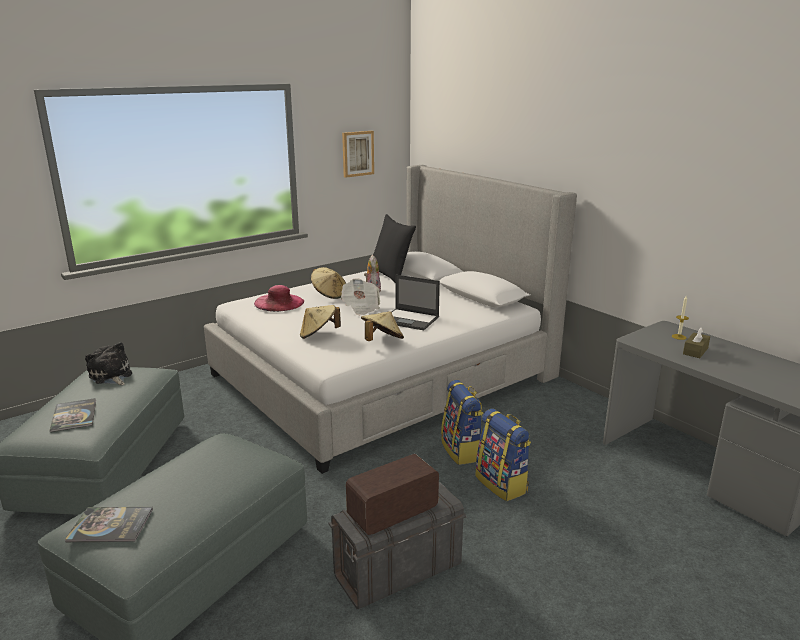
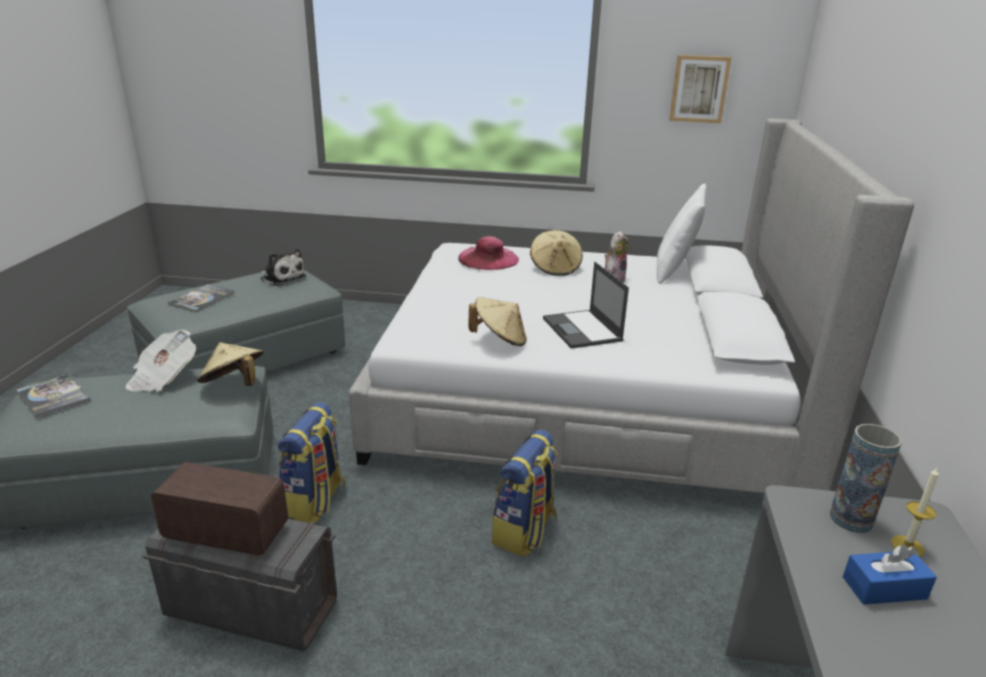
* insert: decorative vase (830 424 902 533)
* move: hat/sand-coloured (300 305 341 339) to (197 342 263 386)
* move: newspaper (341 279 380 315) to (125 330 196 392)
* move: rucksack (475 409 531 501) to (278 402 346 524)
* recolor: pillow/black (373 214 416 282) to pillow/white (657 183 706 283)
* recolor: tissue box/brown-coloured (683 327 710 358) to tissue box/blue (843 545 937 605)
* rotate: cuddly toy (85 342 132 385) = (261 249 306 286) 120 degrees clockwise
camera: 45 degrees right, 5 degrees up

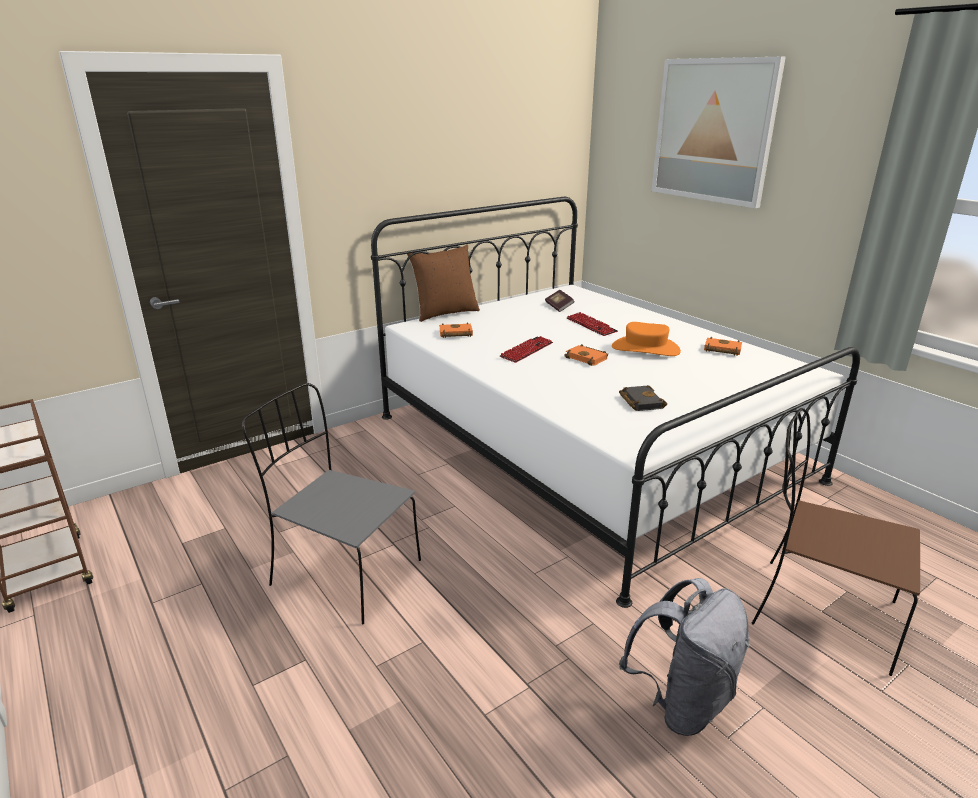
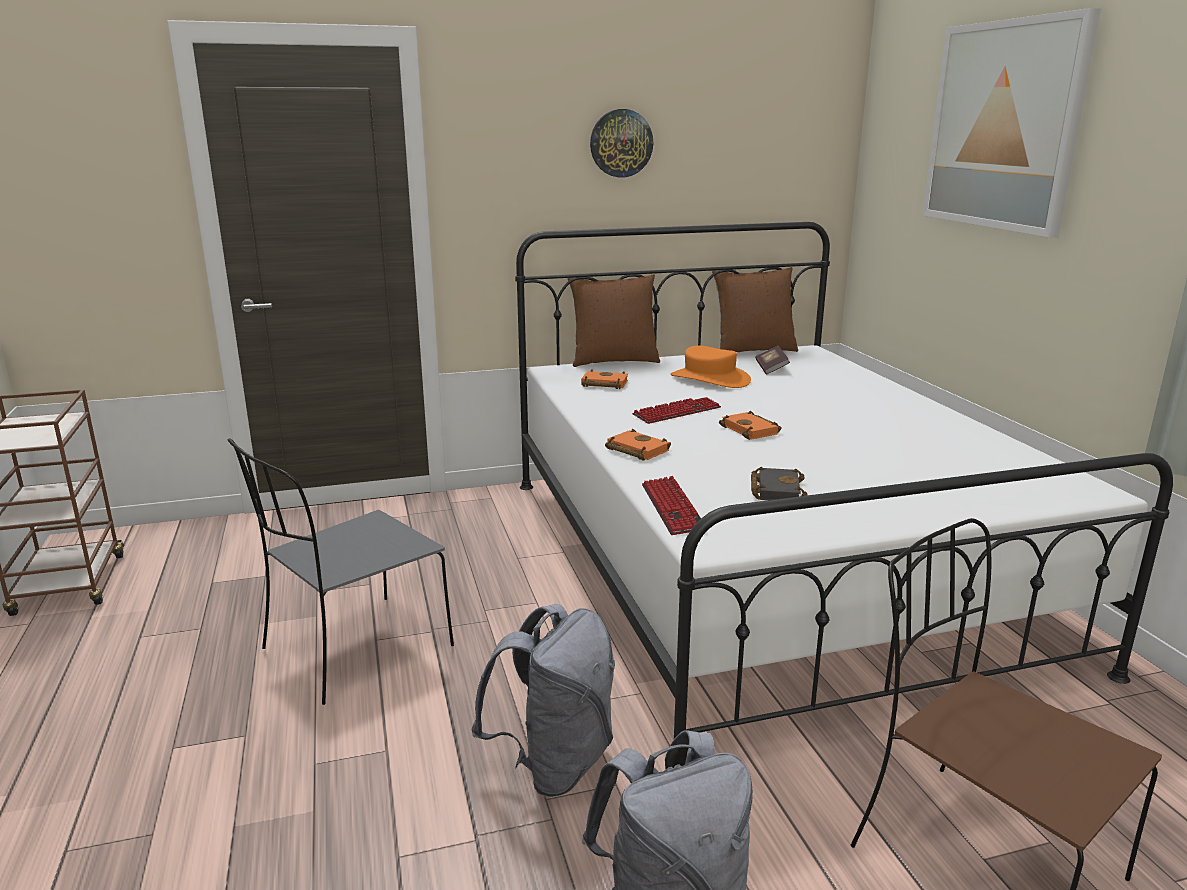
* insert: rucksack/gray (471 604 615 797)
* insert: wall clock (590 109 653 178)
* insert: pillow/brown-coloured (712 267 798 352)
* move: PC keyboard (567 312 618 336) to (642 476 701 535)
* move: hat/orangey (612 322 681 356) to (671 346 751 388)
* move: bound book/orangey (704 336 742 356) to (605 429 671 461)
* rotate: upright chair/gray (242 383 421 624) = (228 438 454 705) 90 degrees counterclockwise
camera: 20 degrees right, 5 degrees down

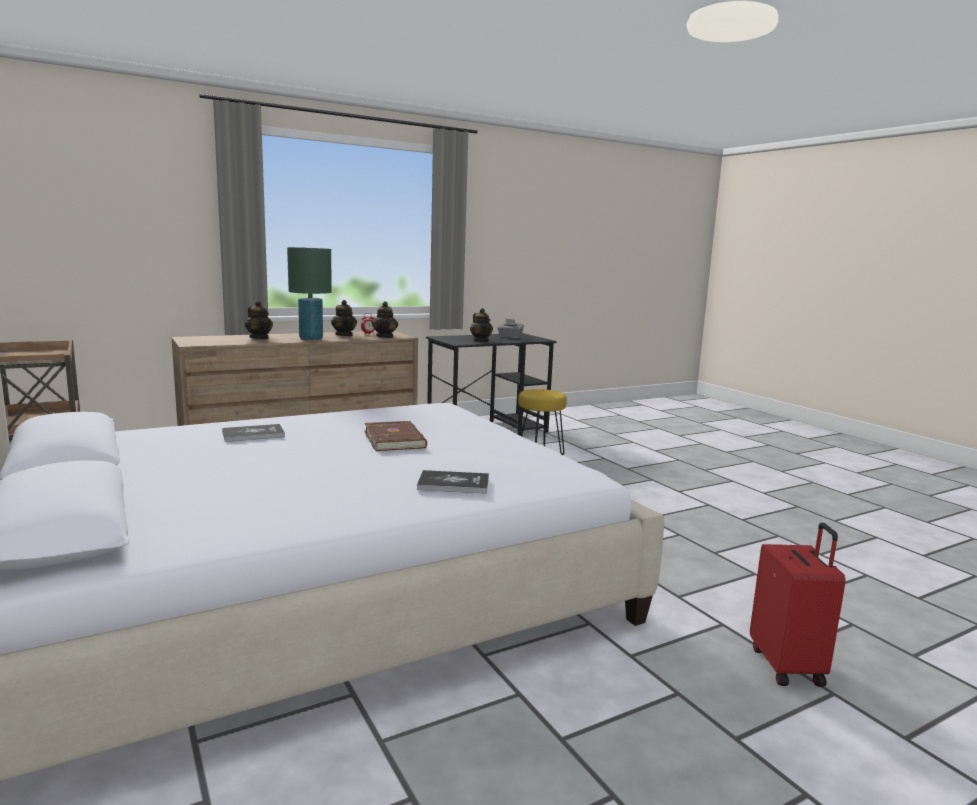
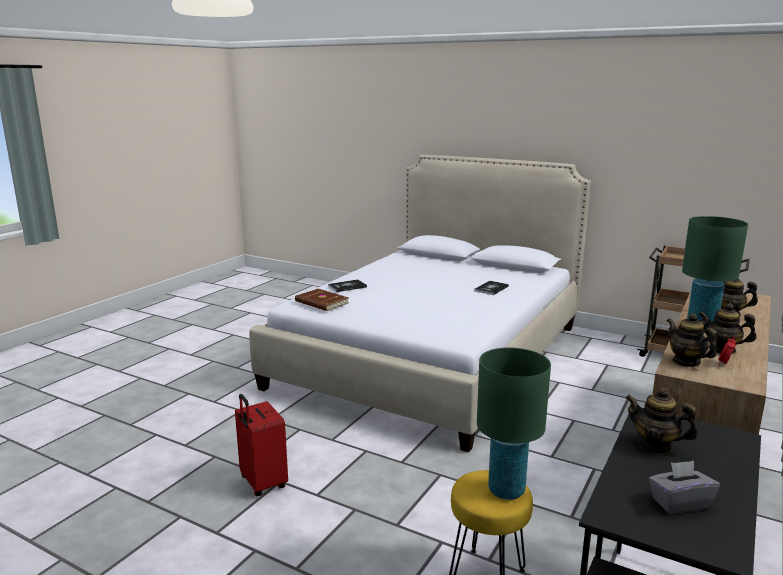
* insert: table lamp/greenish (477 347 551 500)
* move: bound book/brown-coloured (364 421 427 451) to (295 289 348 311)
* move: suitcase/red (750 523 846 687) to (235 394 288 496)
camera: 150 degrees right, 5 degrees up

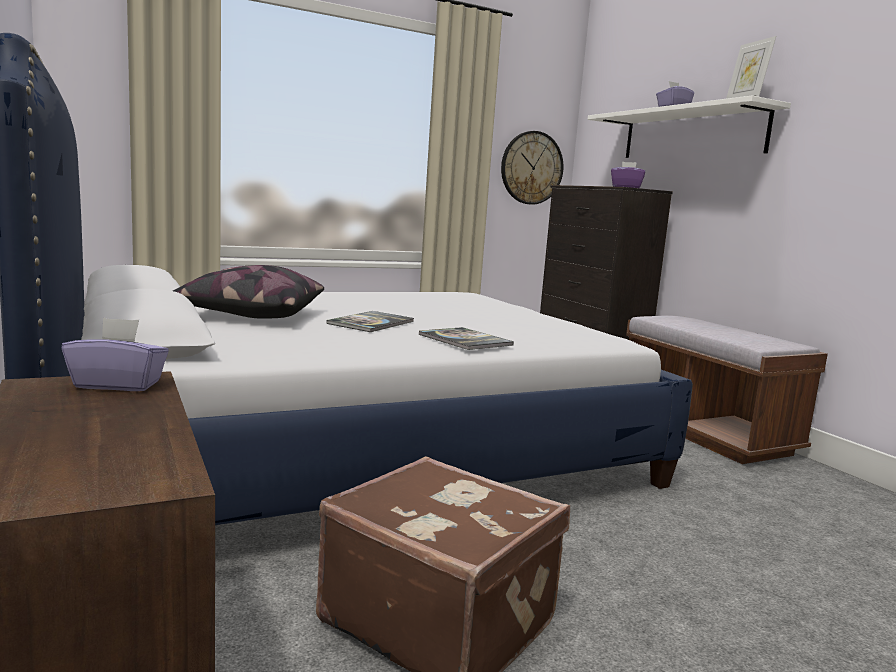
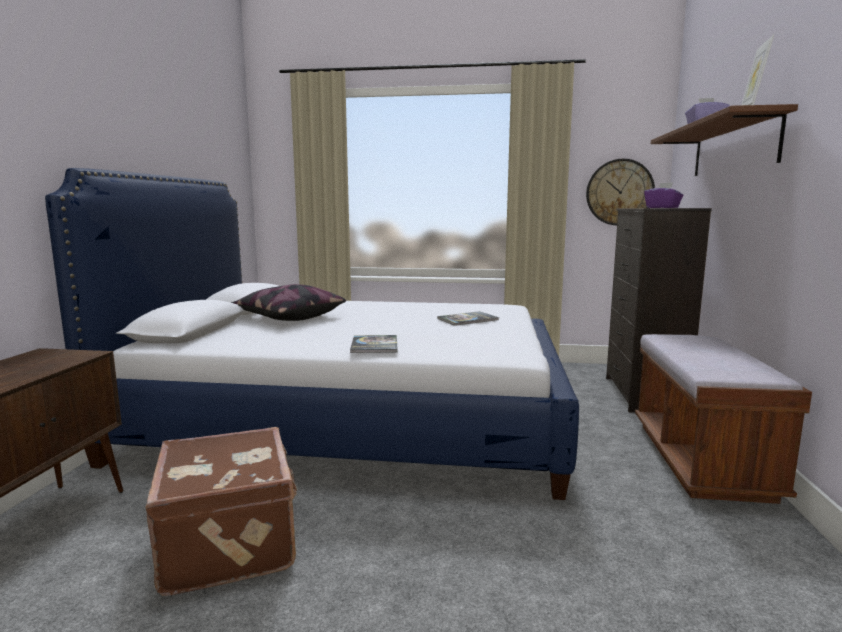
* delete: tissue box/purple-coloured (62 317 169 391)
* move: bound book (327 311 414 332) to (437 311 499 326)
* recolor: shelf/white (588 96 791 158) to shelf/brown-coloured (651 104 798 176)
camera: 35 degrees right, 0 degrees up

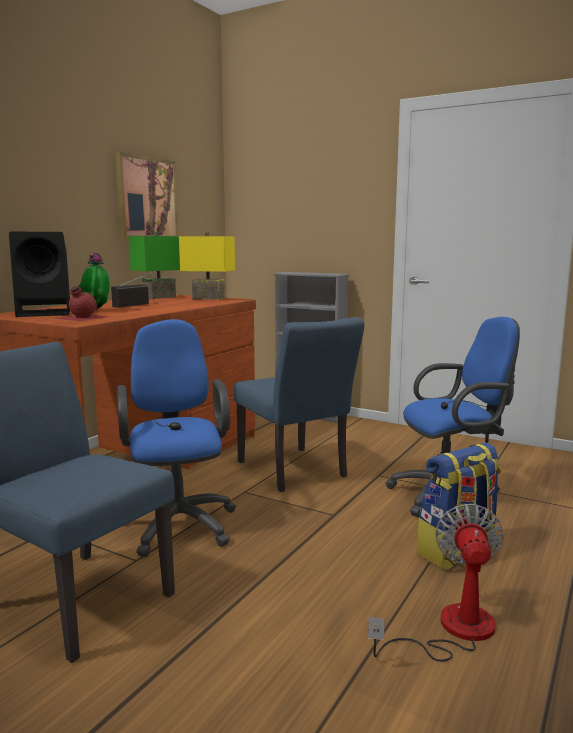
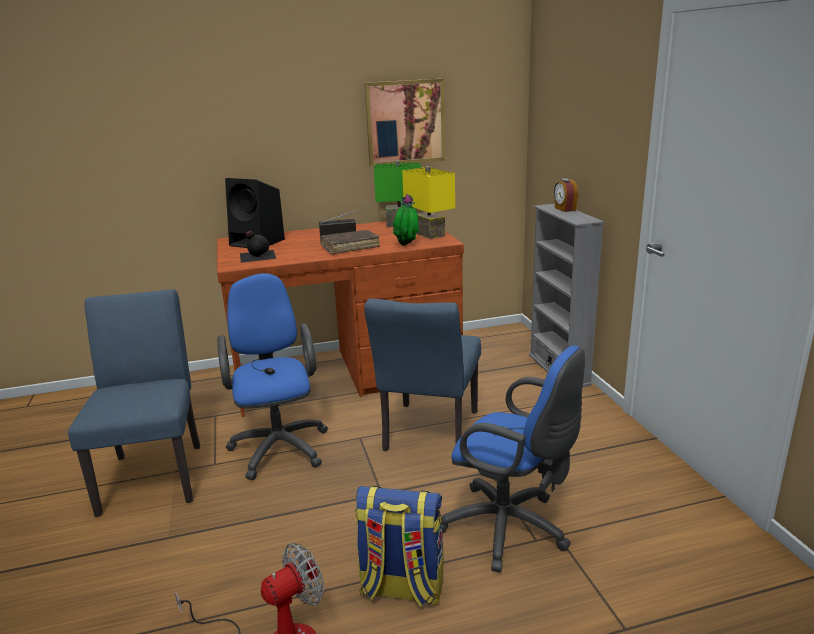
* insert: bound book/brown-coloured (320 230 380 254)
* insert: table clock (554 178 578 212)
* move: plant in a pot (78 252 110 309) to (393 194 419 246)
* recolor: drink bottle/red (52 286 110 321) to drink bottle/black (240 231 276 263)
* rotate: computer chair/blue (117 319 236 557) = (217 273 328 480) 45 degrees counterclockwise
camera: 45 degrees right, 10 degrees up

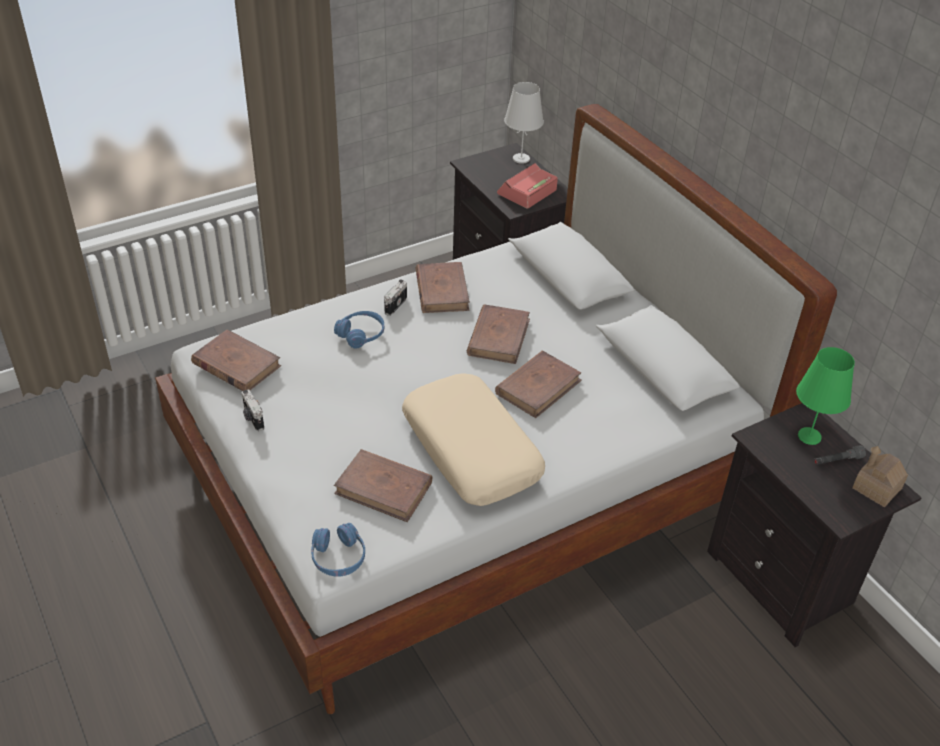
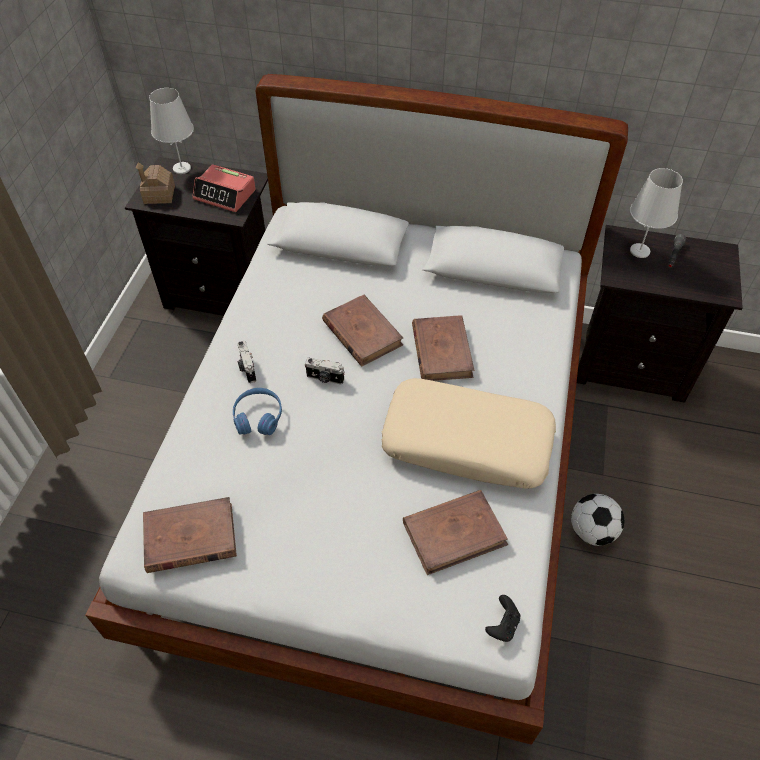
* delete: bound book/brown-coloured (416 262 470 313)
* insert: ball for football (571 494 624 546)
* move: photo camera (242 390 264 431) to (305 358 345 385)
* move: toy house (852 446 908 507) to (136 162 175 204)
* replace: pair of headphones/blue (311 523 365 577) to joypad/black (485 595 521 642)
* recolor: table lamp/greenish (796 347 855 445) to table lamp/white (630 168 683 258)
* rotate: table clock (497 163 558 209) = (192 164 256 212) 60 degrees counterclockwise
camera: 45 degrees left, 10 degrees up

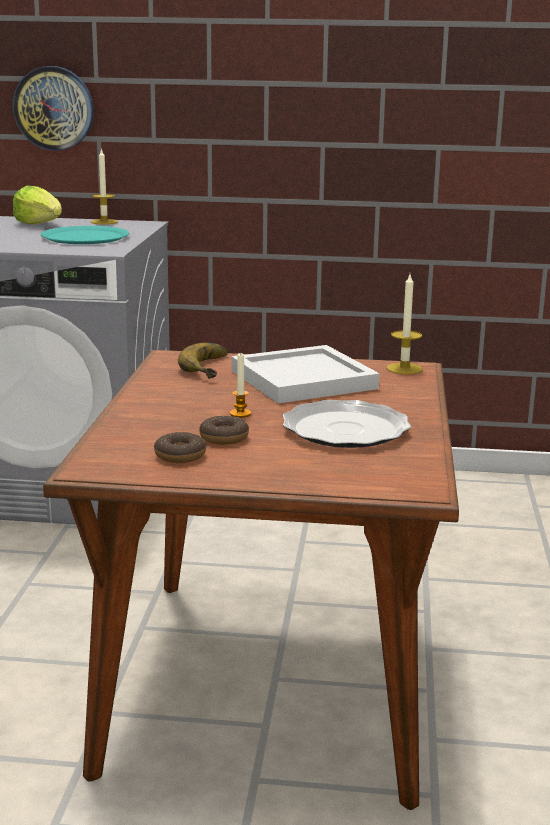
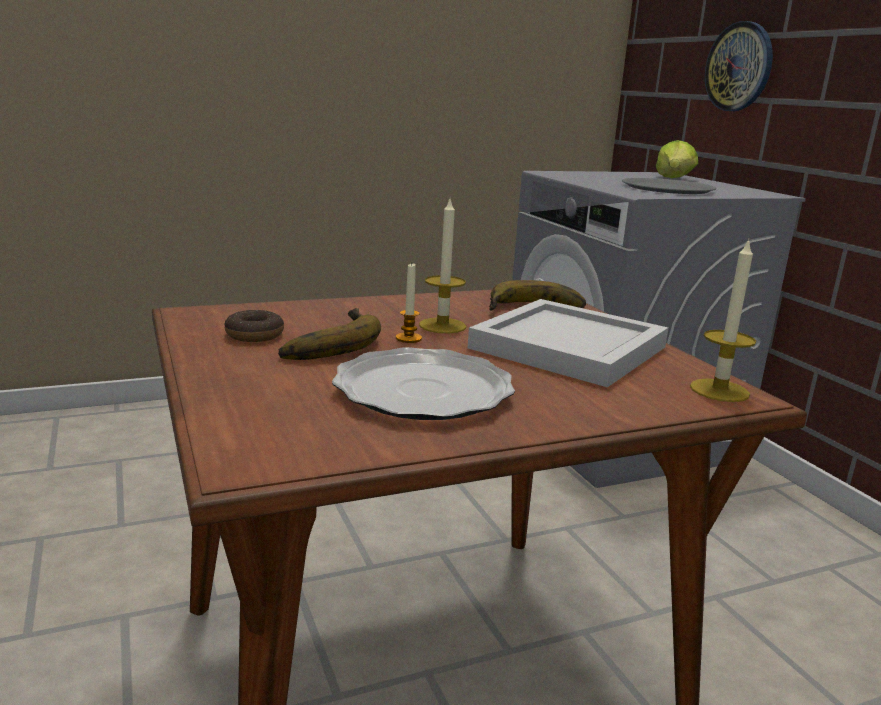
* move: wax light (91 148 118 224) to (419 199 466 333)
* replace: ring doughnut (199 415 249 445) to whole banana (278 308 381 360)
* recolor: dinner plate/blue-green (41 226 129 244) to dinner plate/gray (622 178 716 194)
camera: 60 degrees right, 0 degrees up

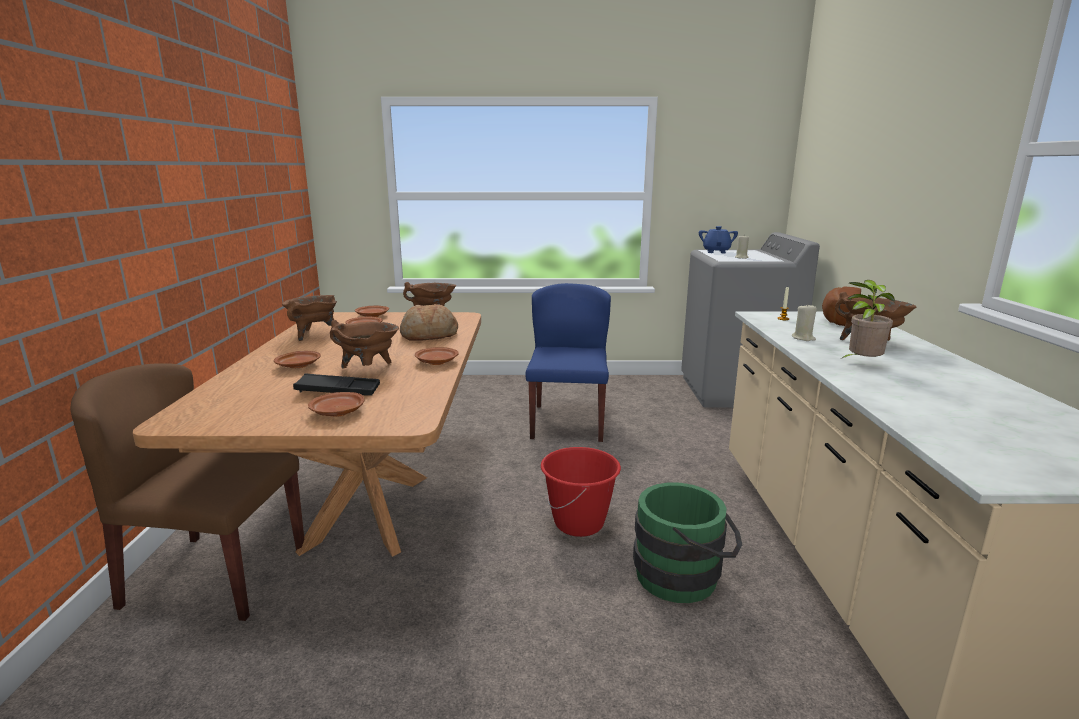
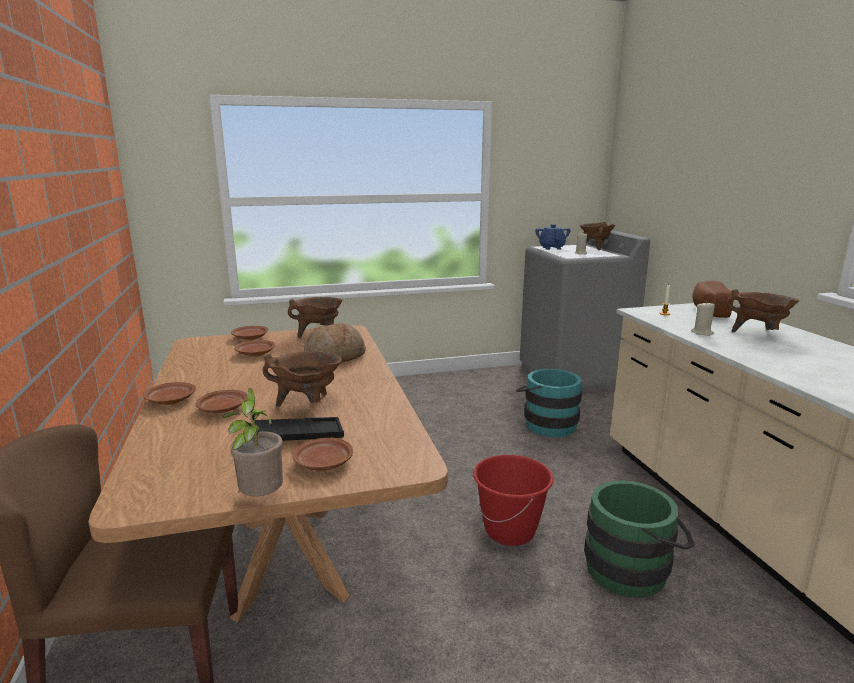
* delete: upright chair/blue (526 283 611 442)
* insert: pail/blue-green (516 369 582 437)
* move: stockpot/brown-coloured (282 295 337 341) to (580 222 615 250)
* move: dinner plate/brown-coloured (415 347 459 365) to (143 382 196 405)
* move: plant in a pot (839 280 895 360) to (223 388 283 496)
camera: 15 degrees left, 0 degrees up

